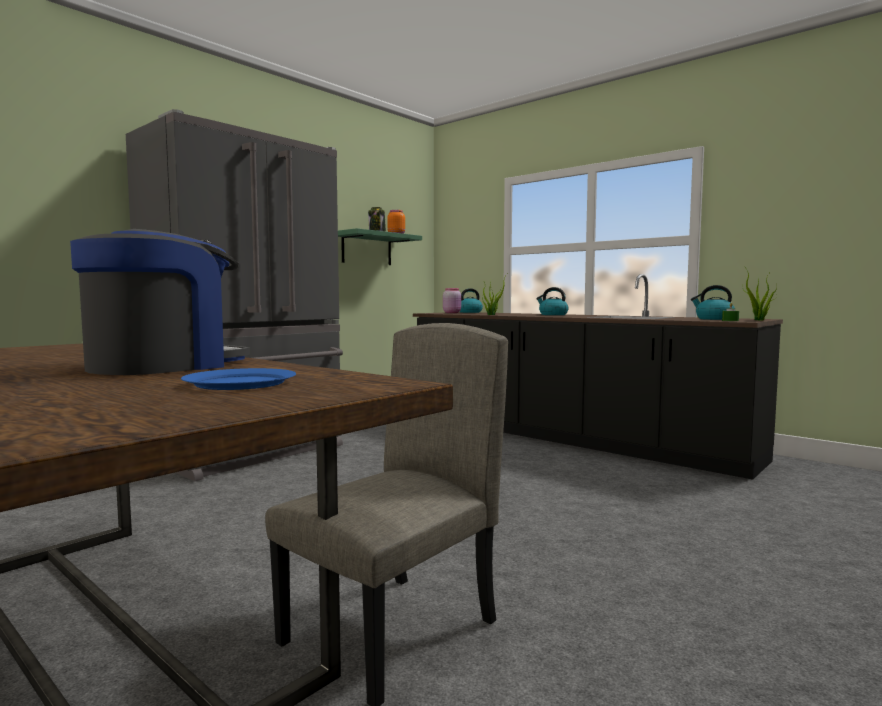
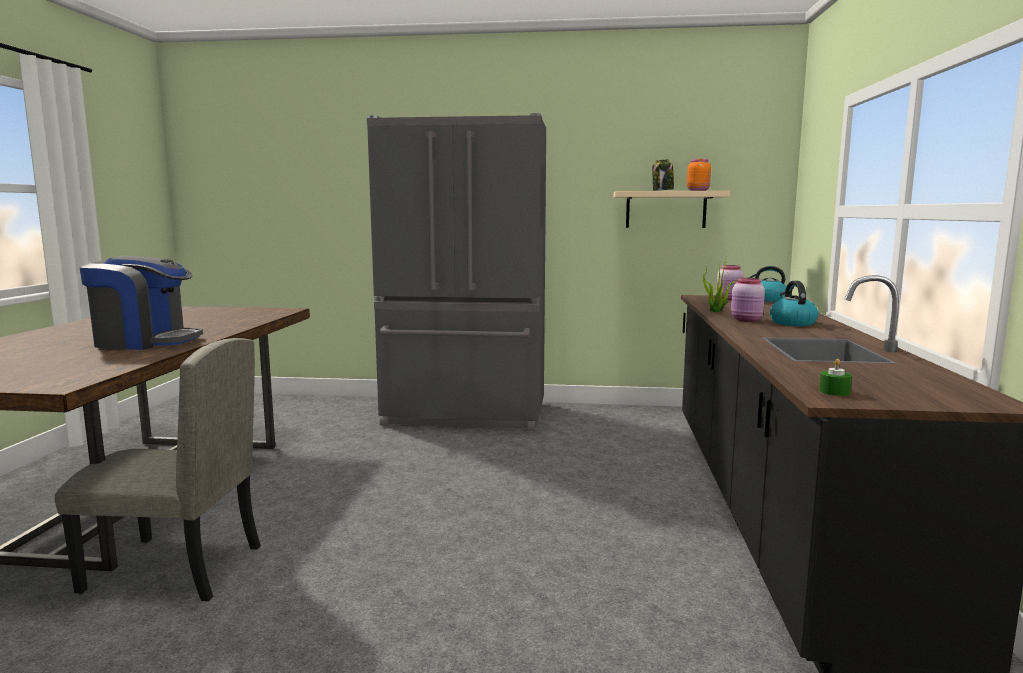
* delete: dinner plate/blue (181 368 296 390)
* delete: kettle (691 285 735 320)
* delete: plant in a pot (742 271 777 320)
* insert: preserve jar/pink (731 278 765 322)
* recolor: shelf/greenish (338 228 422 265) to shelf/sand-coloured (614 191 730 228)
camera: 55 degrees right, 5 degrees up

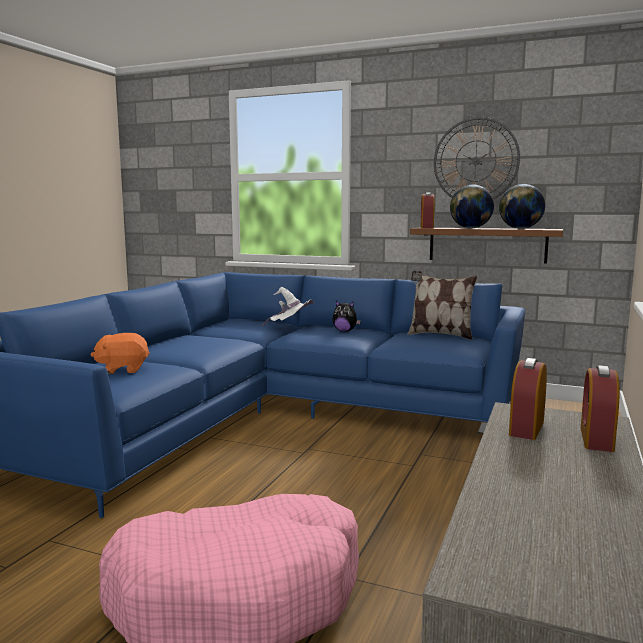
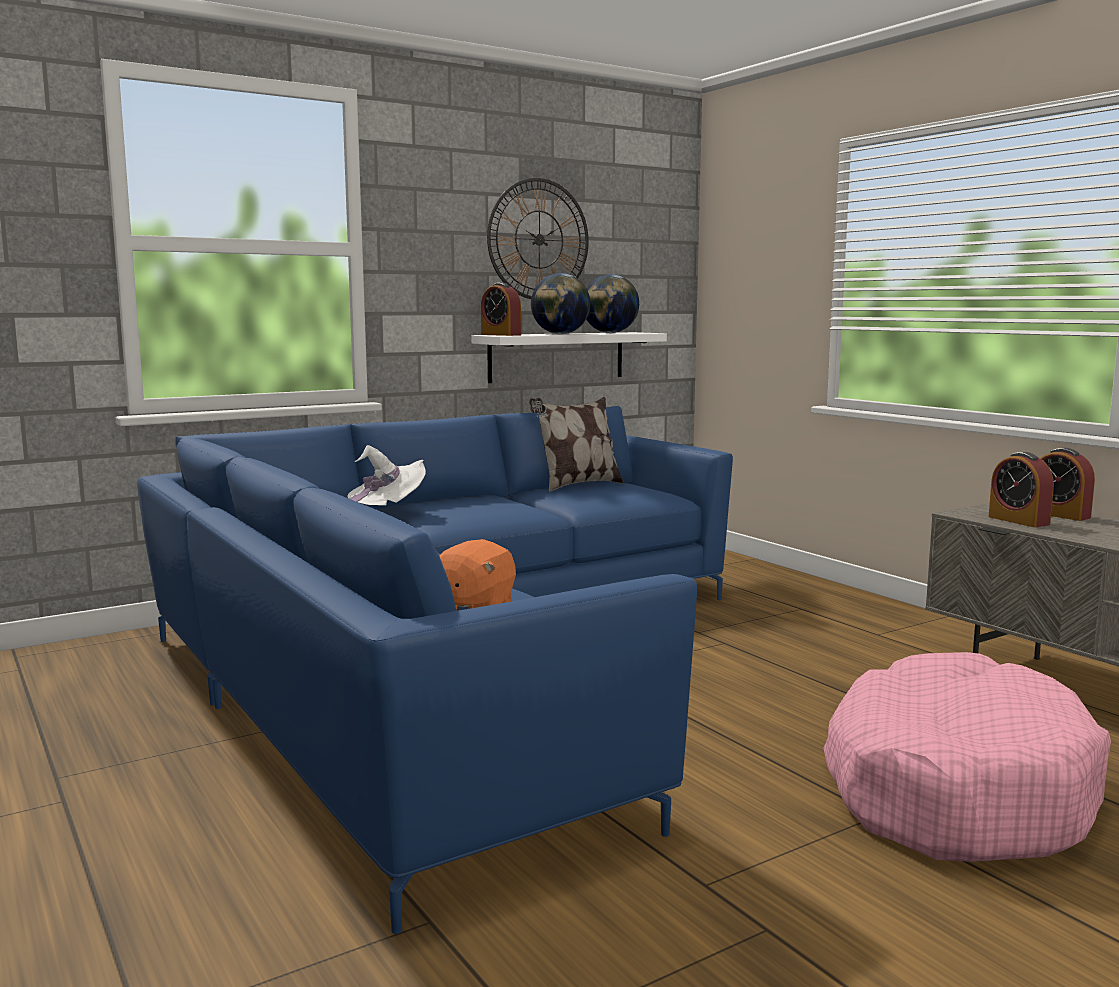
* delete: cuddly toy (332 301 361 332)
* recolor: shelf/brown-coloured (410 227 563 264) to shelf/white (472 332 667 383)
camera: 55 degrees left, 0 degrees up

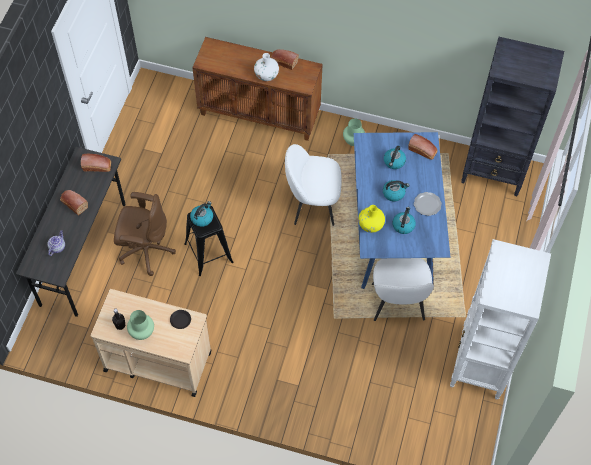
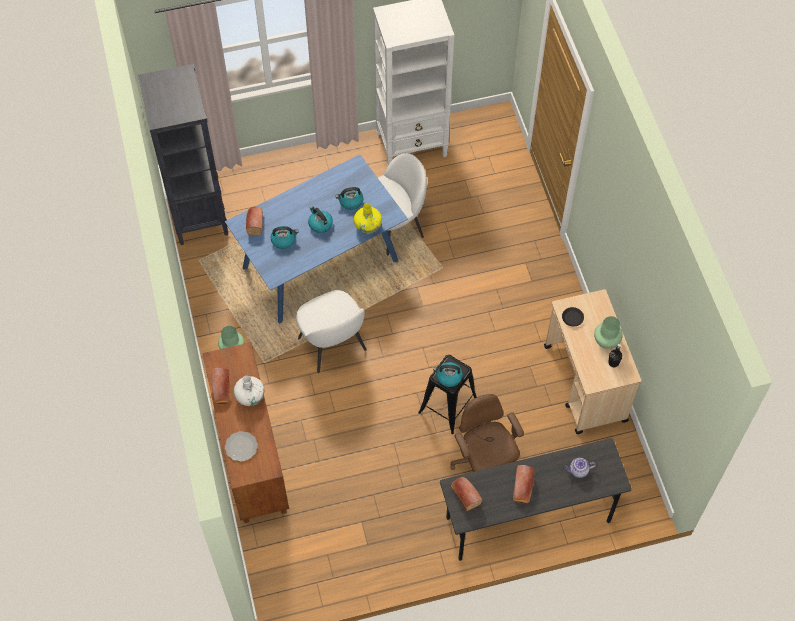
* move: dinner plate (414 192 442 216) to (225 431 258 462)
camera: 120 degrees left, 0 degrees up

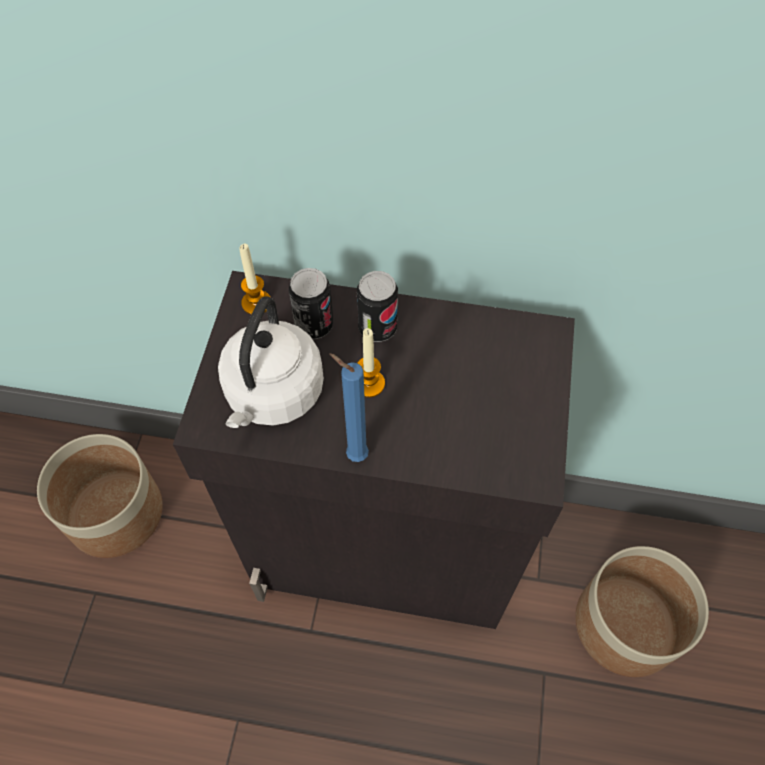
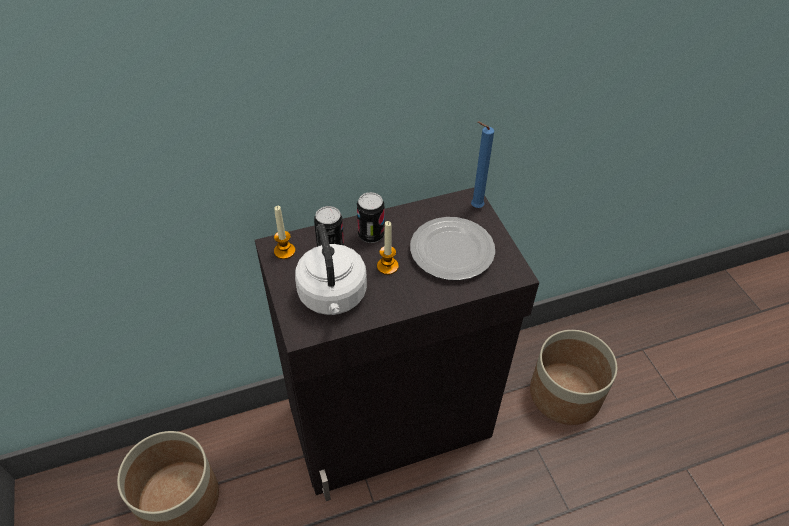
* insert: dinner plate (410 217 495 280)
* move: wax light/blue (329 353 369 462) to (471 122 494 208)
camera: 30 degrees left, 10 degrees down

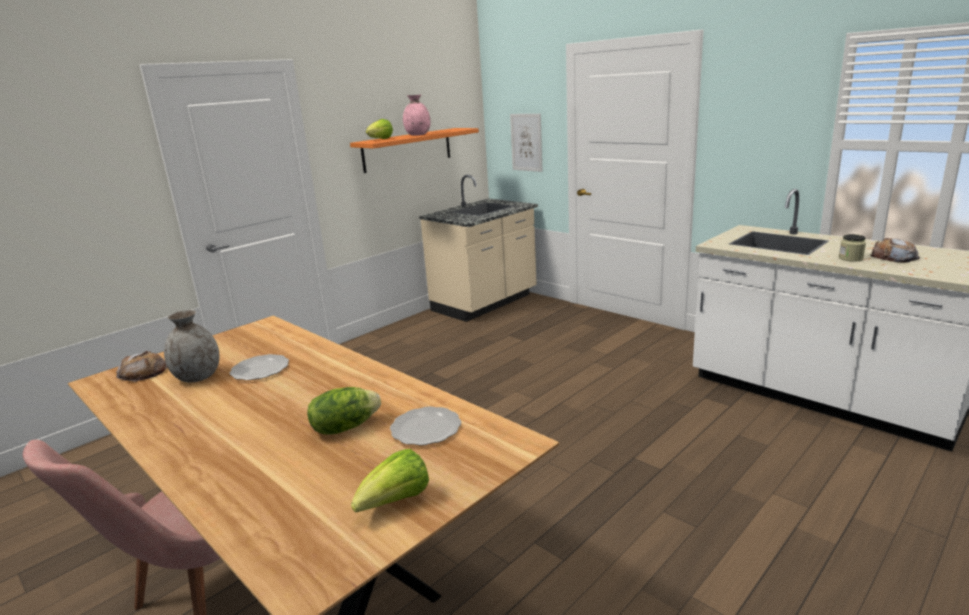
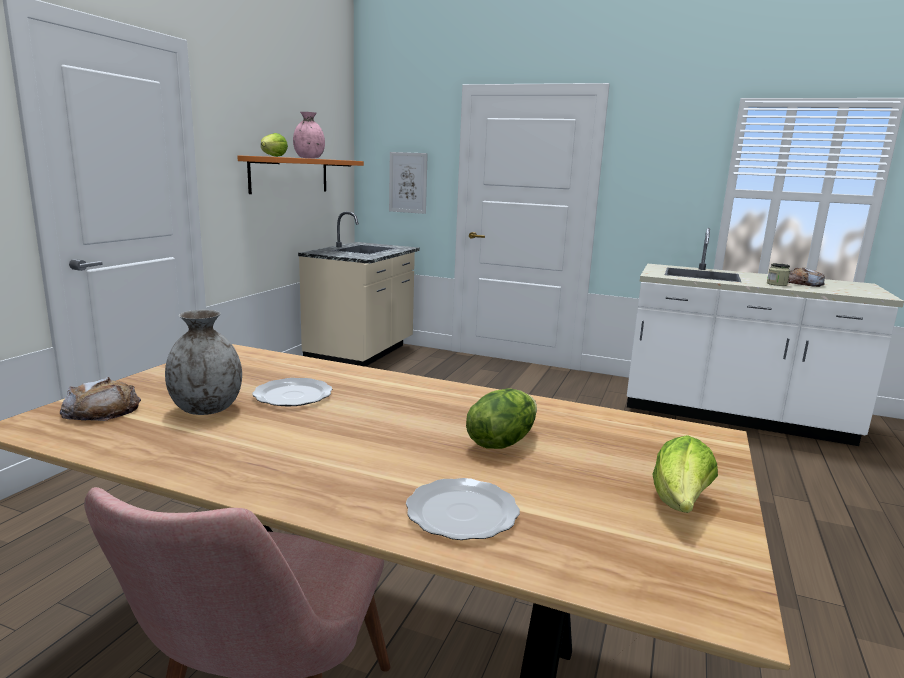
* move: dinner plate (390 406 461 446) to (406 478 520 540)
camera: 25 degrees left, 5 degrees down

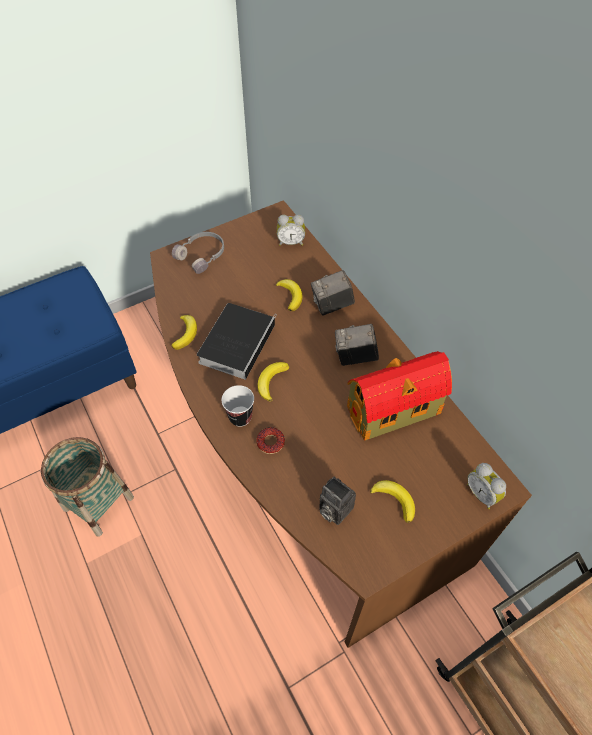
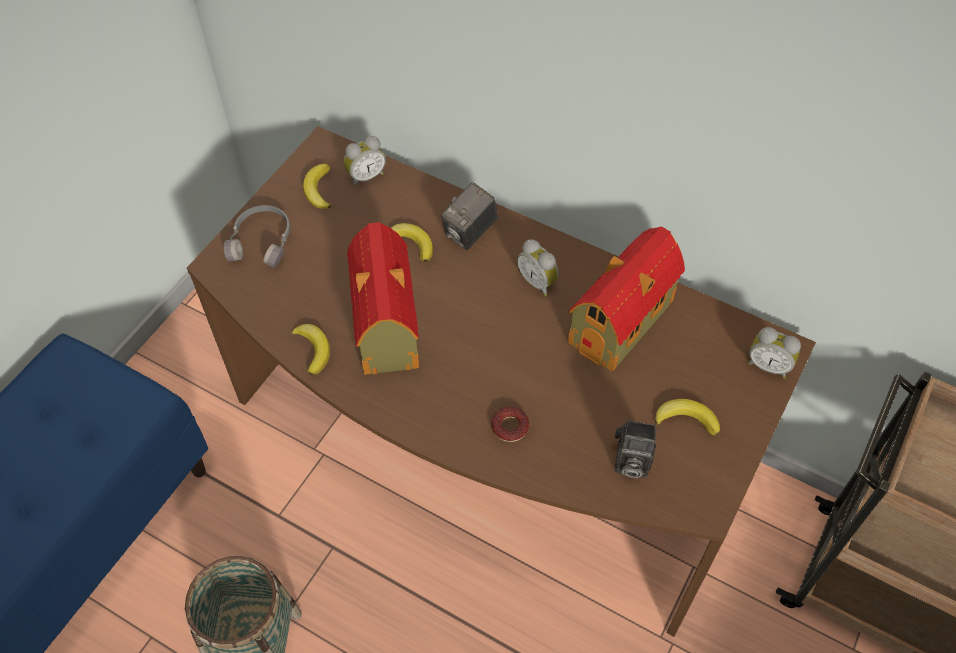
* delete: cup (222 385 254 427)
* move: whole banana (258 362 289 401) to (303 164 332 209)
* replace: bound book (197 303 277 380) to toy house (347 222 419 375)
* replace: photo camera (335 324 379 366) to table clock (517 239 559 296)
camera: 30 degrees left, 0 degrees up

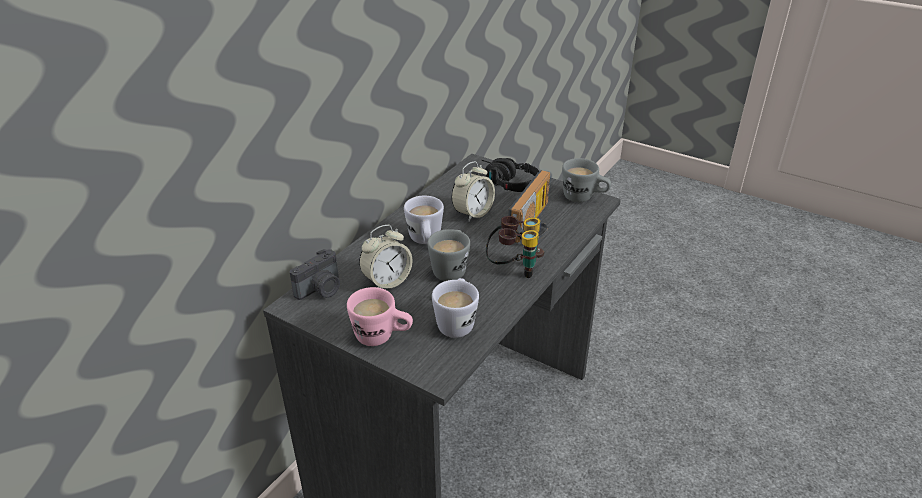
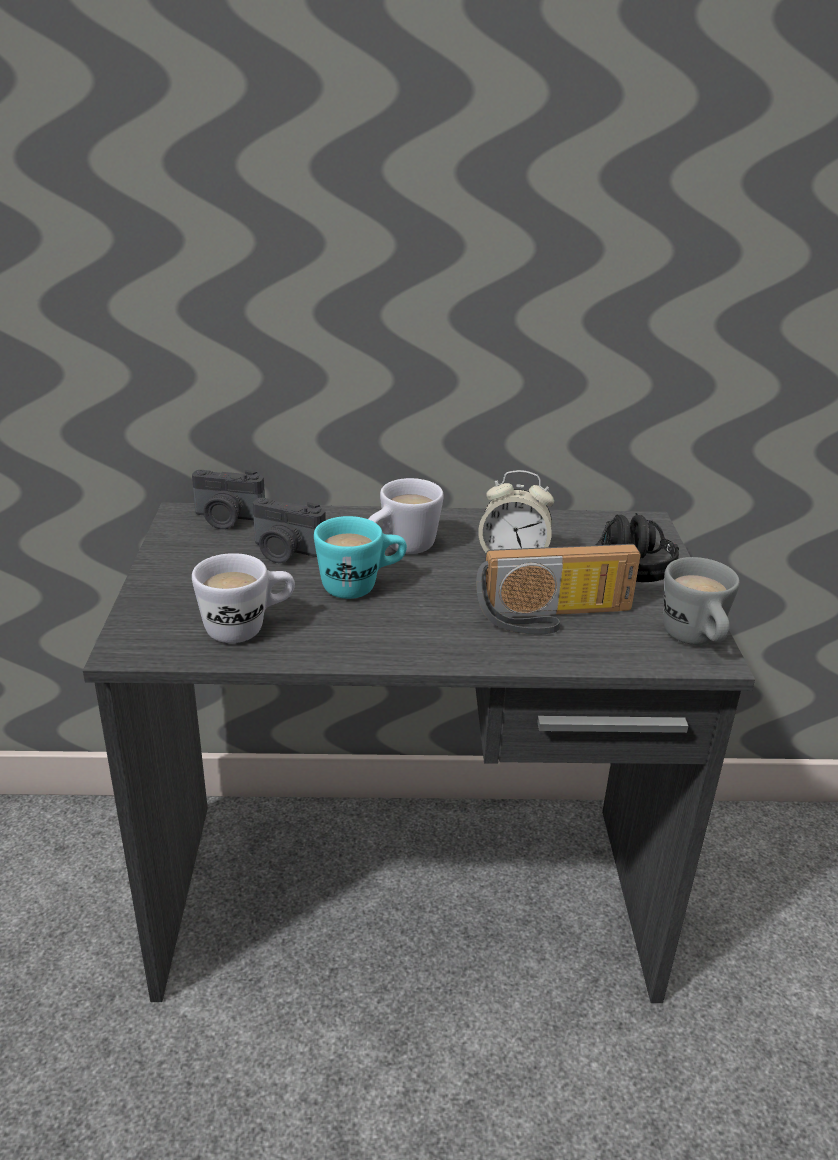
* delete: coffee mug/pink (347 287 413 346)
* delete: pair of binoculars (486 216 544 278)
* replace: table clock (359 225 413 289) to photo camera (253 498 326 563)
* recolor: coffee mug/gray (427 229 470 281) to coffee mug/blue-green (314 516 407 599)
camera: 55 degrees right, 5 degrees down

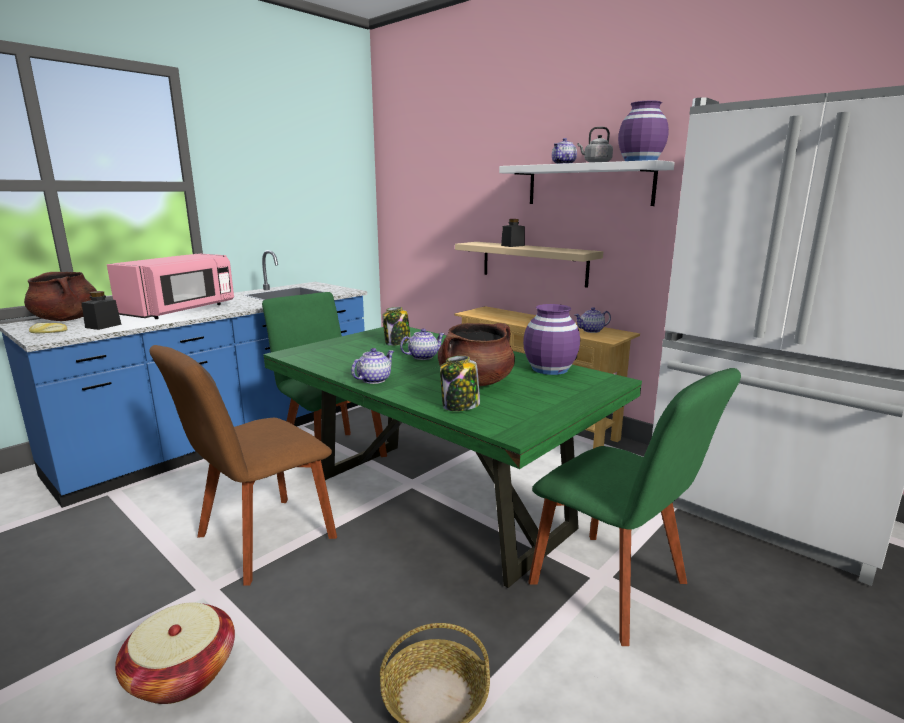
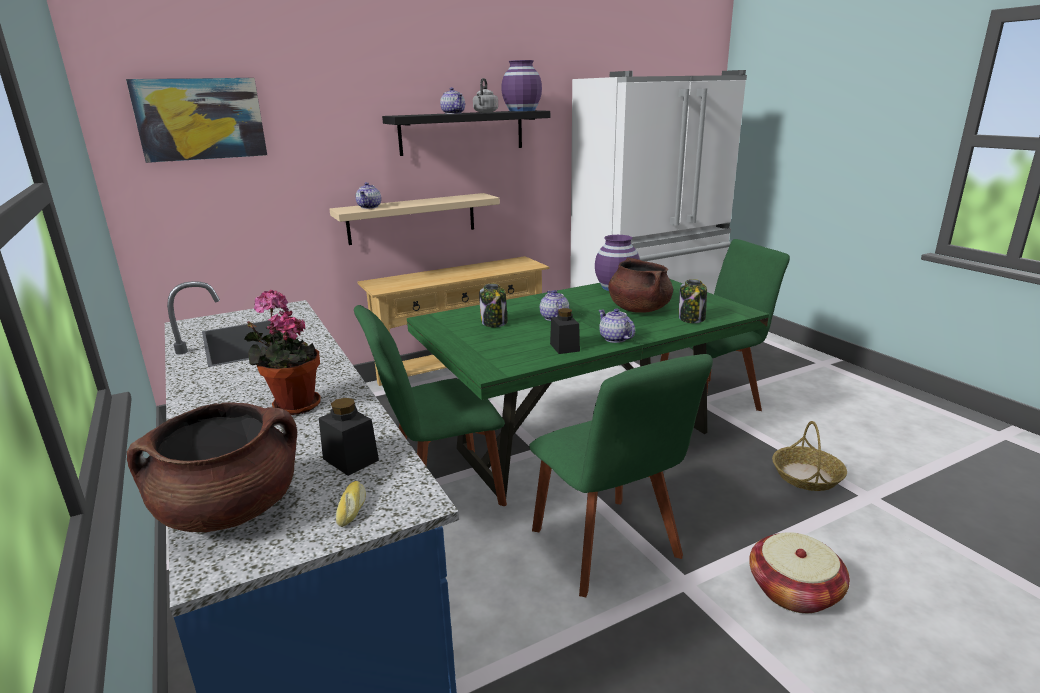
* insert: wall picture (126 78 267 163)
* move: preserve jar/black (501 219 525 247) to (550 308 580 354)
* move: pot for tea (575 307 611 333) to (356 182 381 209)
* replace: microwave/pink (107 253 234 319) to plant in a pot (245 290 321 415)
* recolor: upright chair/brown-coloured (149 345 337 586) to upright chair/greenish (529 354 713 597)
* recolor: shelf/white (499 160 675 206) to shelf/black (382 110 550 156)
camera: 70 degrees left, 5 degrees up

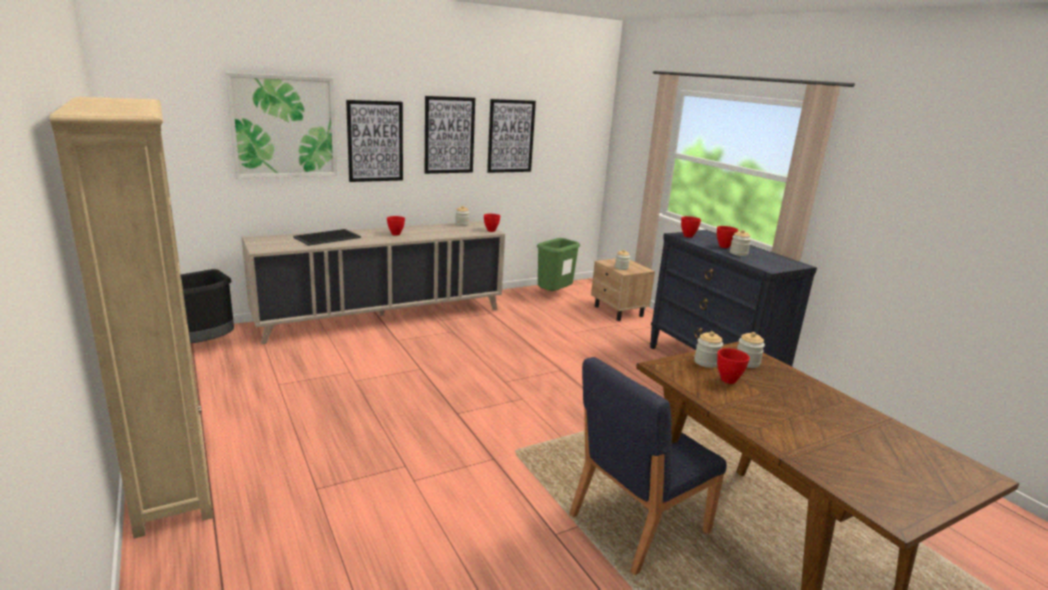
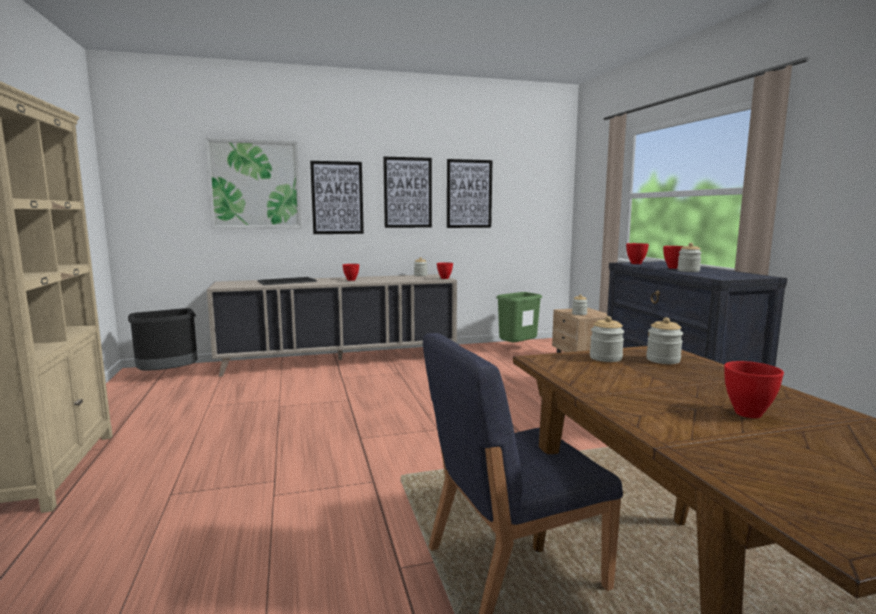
* move: serving bowl/red (717 348 750 384) to (724 361 784 418)
camera: 15 degrees right, 10 degrees down

